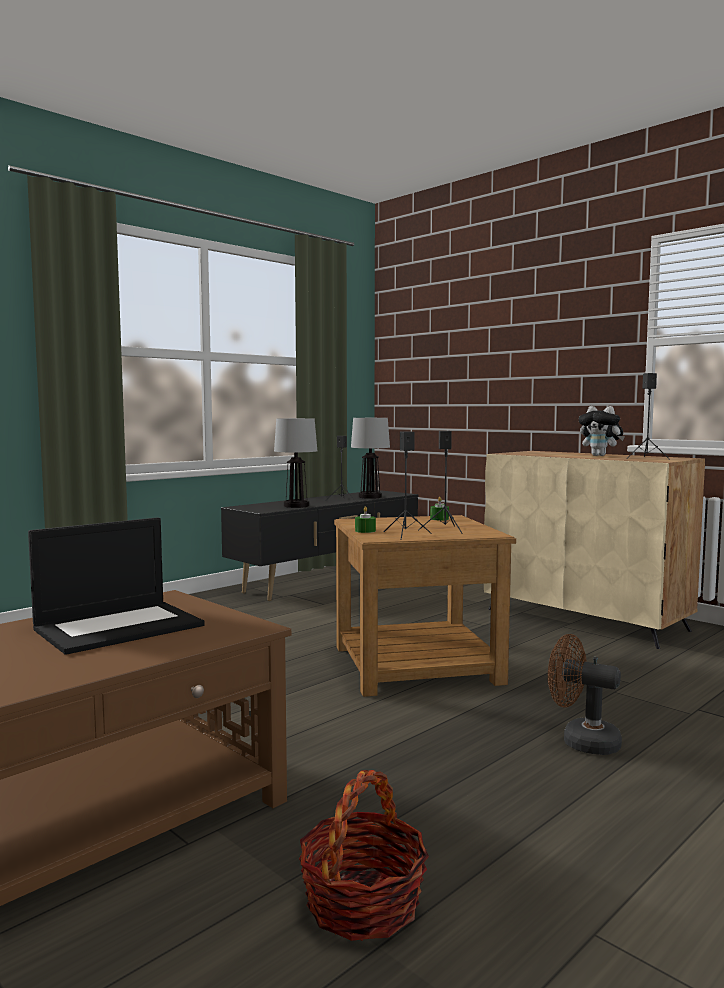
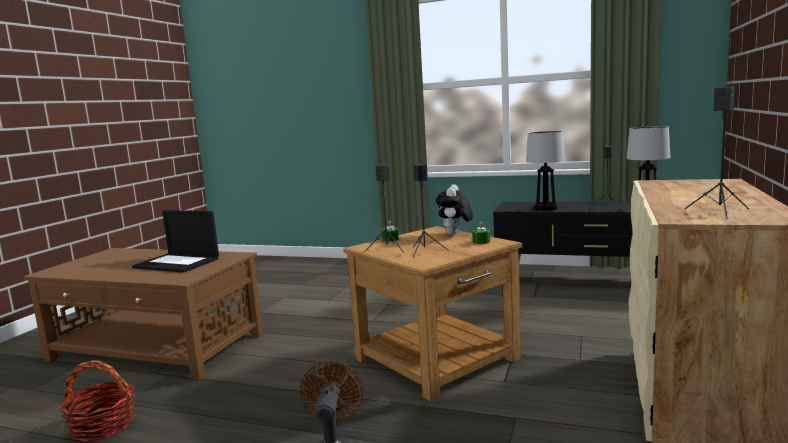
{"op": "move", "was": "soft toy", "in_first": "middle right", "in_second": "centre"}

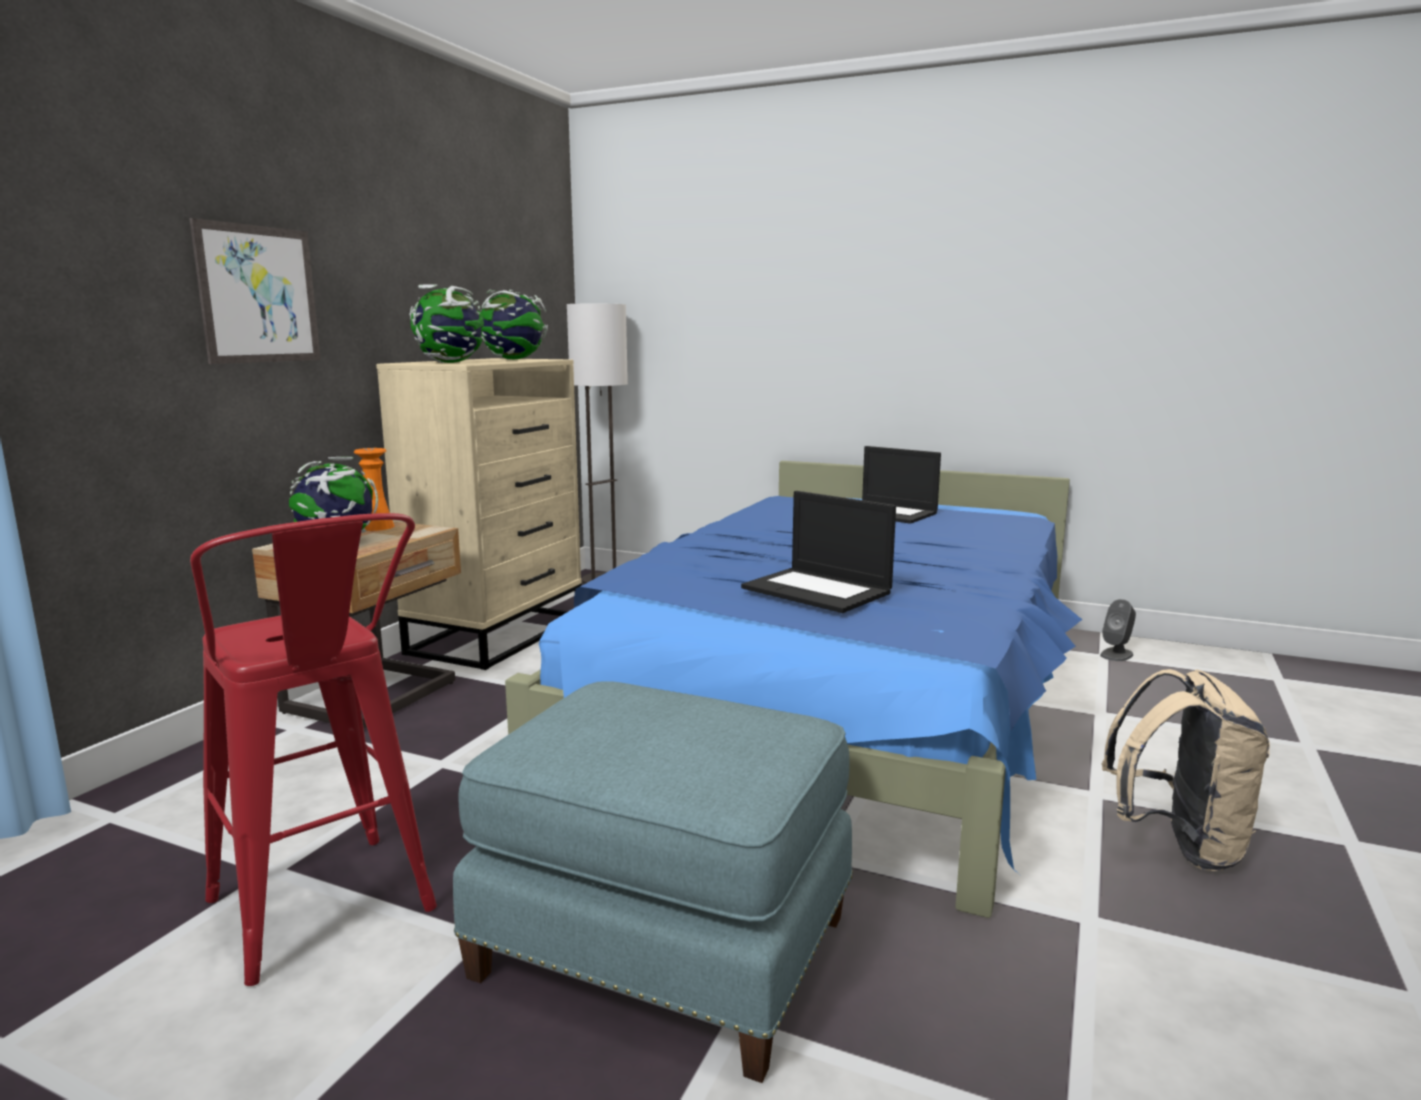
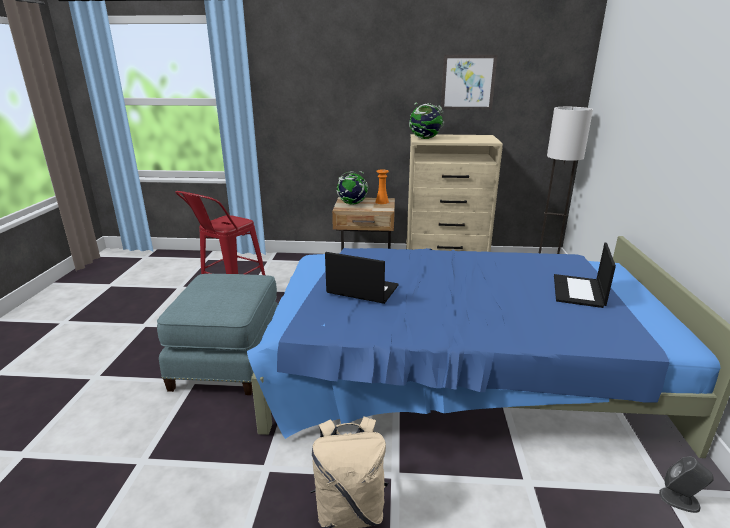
{"op": "move", "was": "picture", "in_first": "top left", "in_second": "top centre"}
{"op": "delete", "was": "world globe (3rd from left)", "in_first": "top centre"}
{"op": "rotate", "was": "notebook computer (1st from left)", "in_first": "centre", "in_second": "centre", "clockwise": 90}

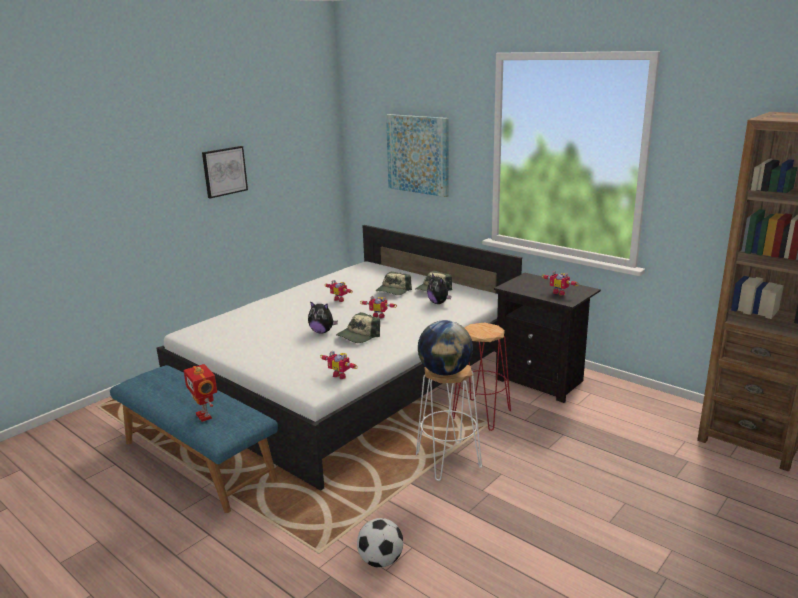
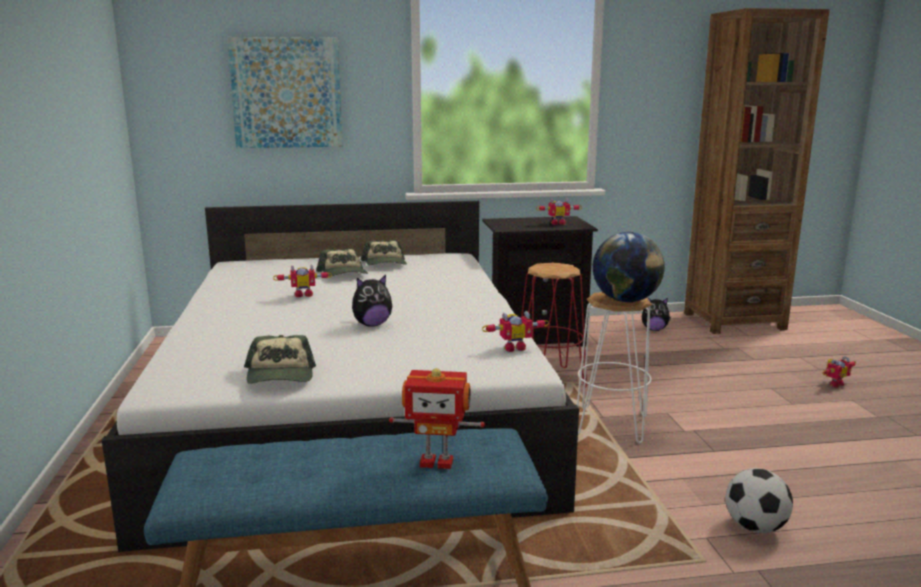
{"op": "delete", "was": "picture (1st from left)", "in_first": "top left"}
{"op": "move", "was": "baseball cap (1st from left)", "in_first": "centre", "in_second": "middle left"}
{"op": "move", "was": "robot figure (4th from left in the first image)", "now": "robot figure (5th from left)", "in_first": "centre", "in_second": "middle right"}
{"op": "move", "was": "soft toy (2nd from left)", "in_first": "centre", "in_second": "middle right"}

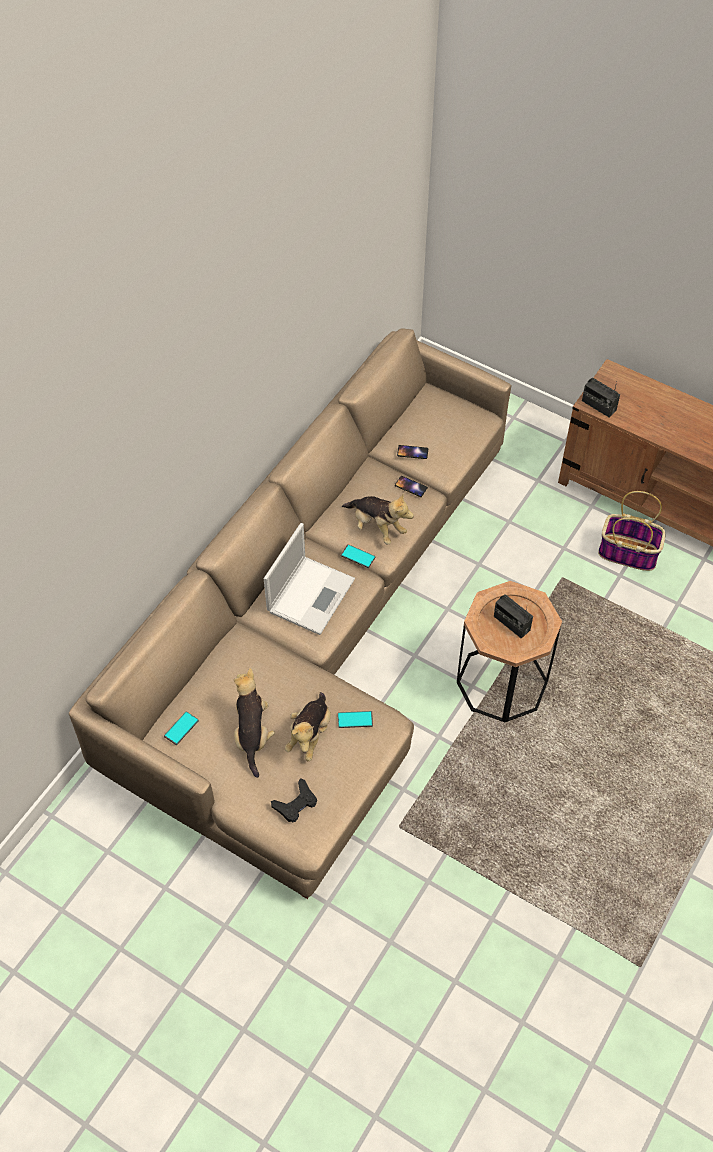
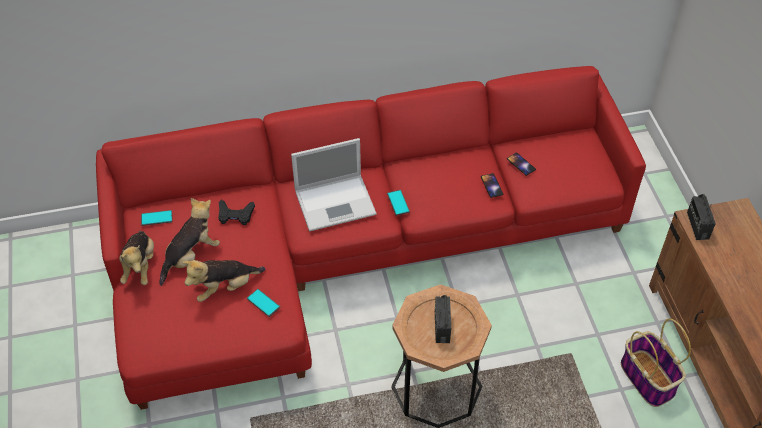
{"op": "recolor", "was": "beige couch", "now": "reddish couch", "in_first": "centre", "in_second": "centre"}
{"op": "move", "was": "black-coloured gamepad", "in_first": "bottom centre", "in_second": "middle left"}
{"op": "move", "was": "soft toy (3rd from left in the first image)", "now": "soft toy (1st from left)", "in_first": "centre", "in_second": "middle left"}

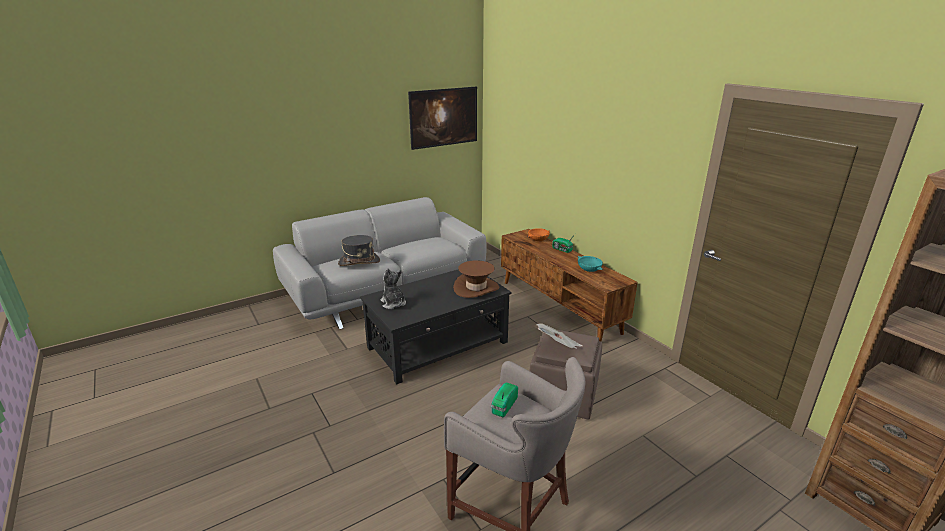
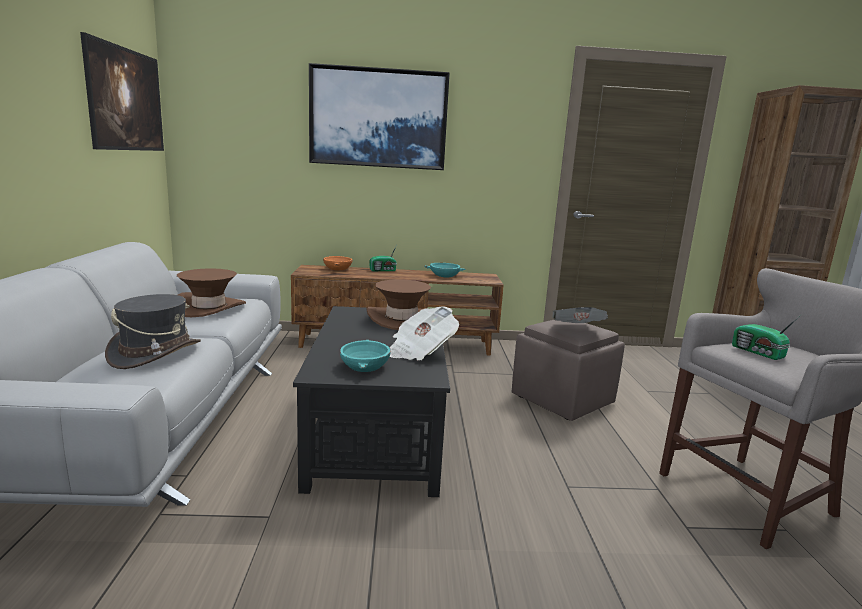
{"op": "replace", "was": "soft toy", "now": "turquoise-coloured bowl (1st from left)", "in_first": "centre", "in_second": "centre"}
{"op": "insert", "now": "brown clothing hat (1st from left)", "in_second": "middle left"}
{"op": "insert", "now": "picture (2nd from left)", "in_second": "top centre"}
{"op": "insert", "now": "newspaper (1st from left)", "in_second": "centre"}

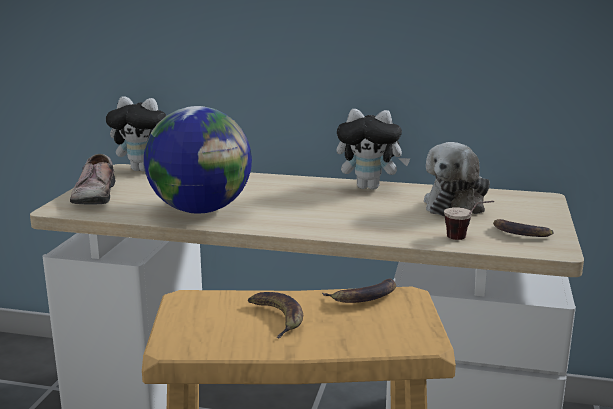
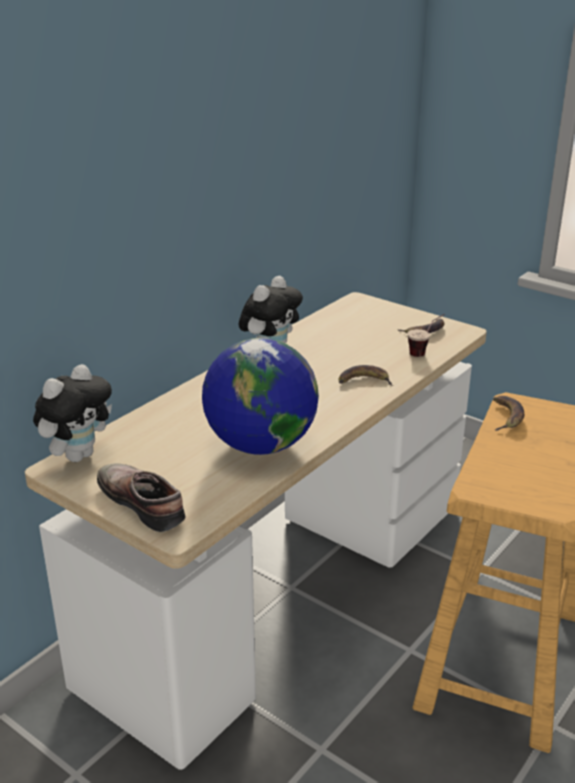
{"op": "rotate", "was": "item of footwear", "in_first": "middle left", "in_second": "middle left", "clockwise": -150}
{"op": "move", "was": "banana (1st from left)", "in_first": "bottom centre", "in_second": "centre"}
{"op": "delete", "was": "soft toy (3rd from left)", "in_first": "middle right"}

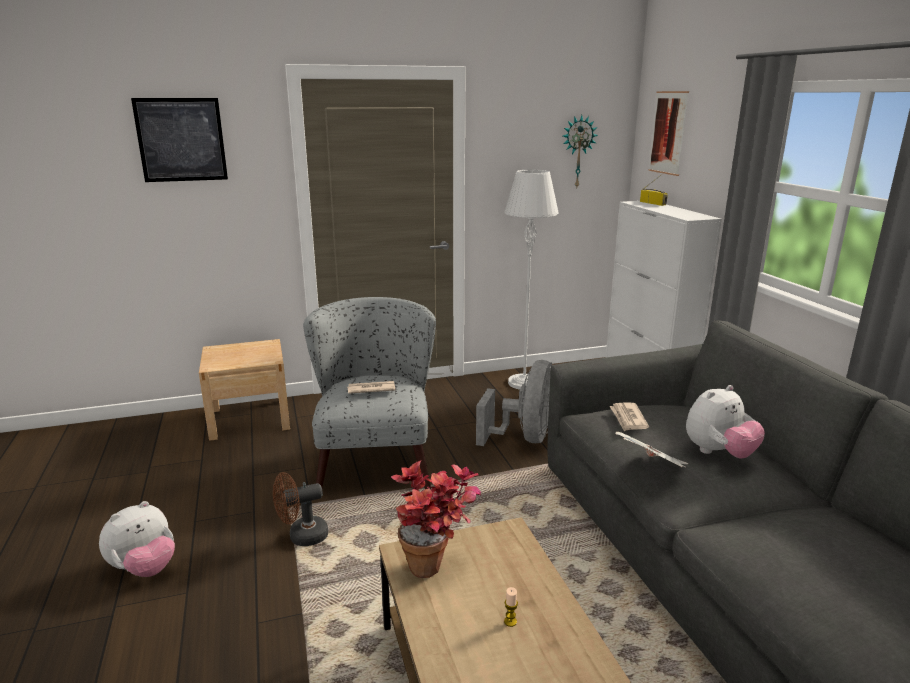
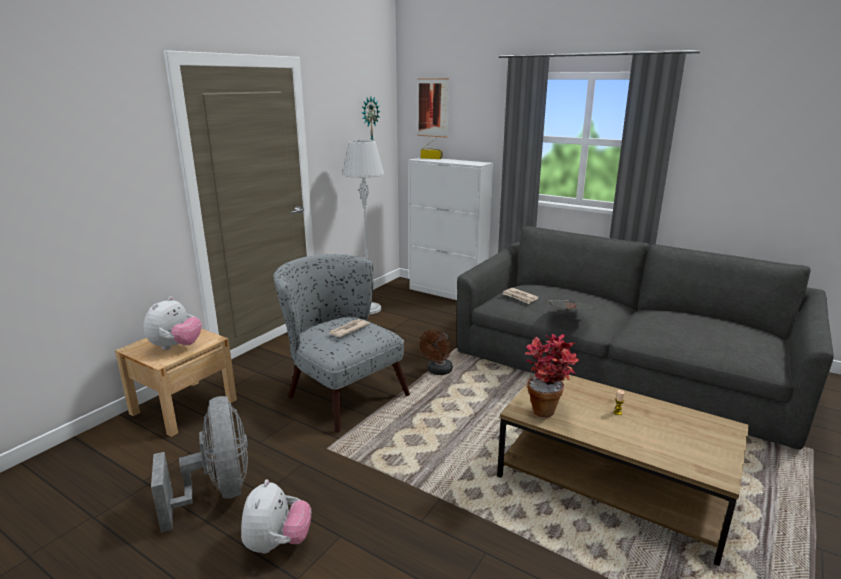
{"op": "delete", "was": "picture (1st from left)", "in_first": "top left"}
{"op": "move", "was": "brown electric fan", "in_first": "bottom left", "in_second": "centre"}
{"op": "move", "was": "grey electric fan", "in_first": "centre", "in_second": "bottom left"}
{"op": "move", "was": "soft toy (2nd from left in the first image)", "now": "soft toy (1st from left)", "in_first": "middle right", "in_second": "middle left"}

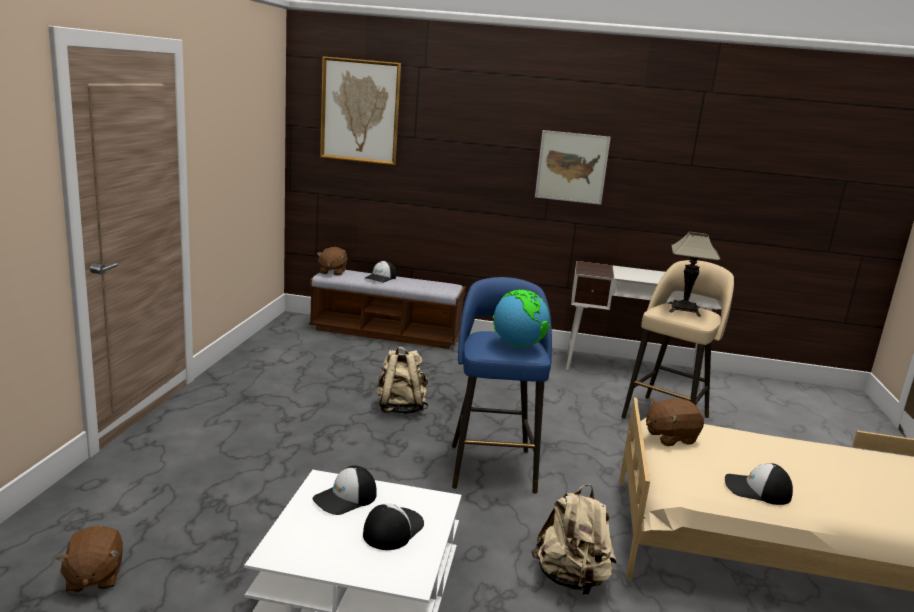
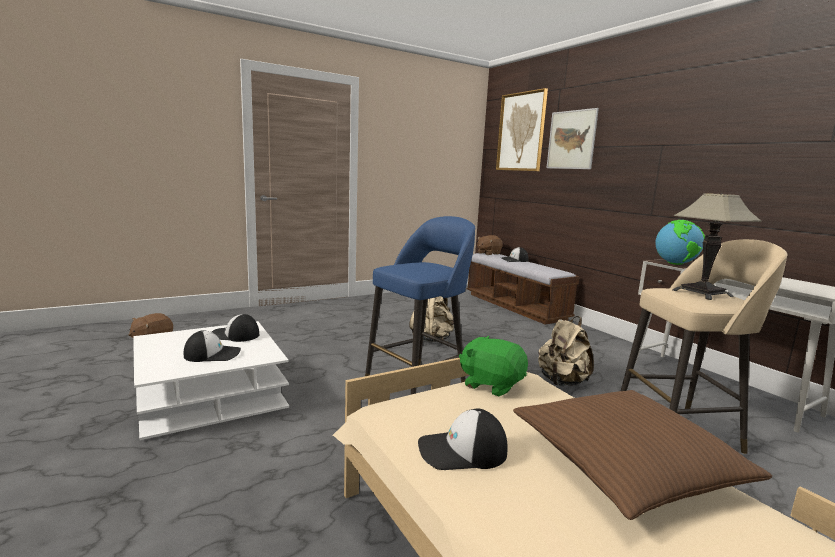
{"op": "move", "was": "world globe", "in_first": "centre", "in_second": "middle right"}
{"op": "move", "was": "beige backpack (2nd from left)", "in_first": "bottom centre", "in_second": "middle right"}
{"op": "move", "was": "picture (2nd from left)", "in_first": "top centre", "in_second": "top right"}
{"op": "recolor", "was": "brown soft toy (3rd from left)", "now": "greenish soft toy", "in_first": "bottom right", "in_second": "centre"}
{"op": "rotate", "was": "baseball cap (4th from left in the first image)", "in_first": "bottom right", "in_second": "bottom centre", "clockwise": -75}
{"op": "insert", "now": "brown throw pillow", "in_second": "bottom right"}

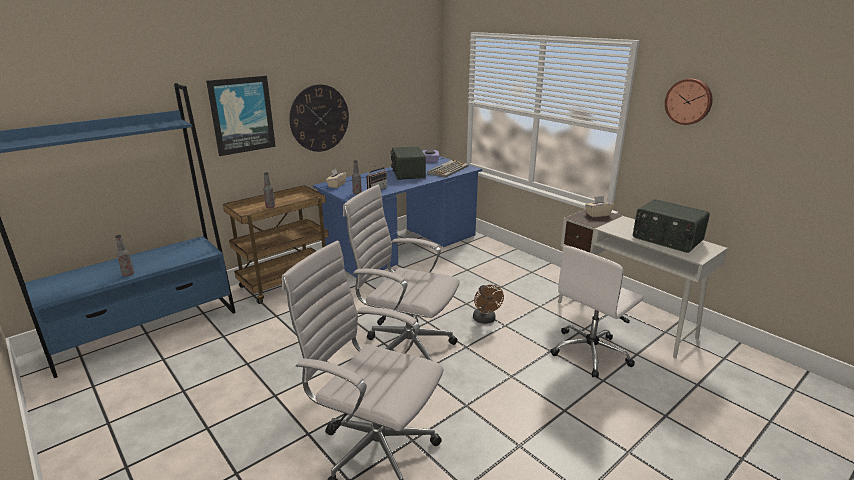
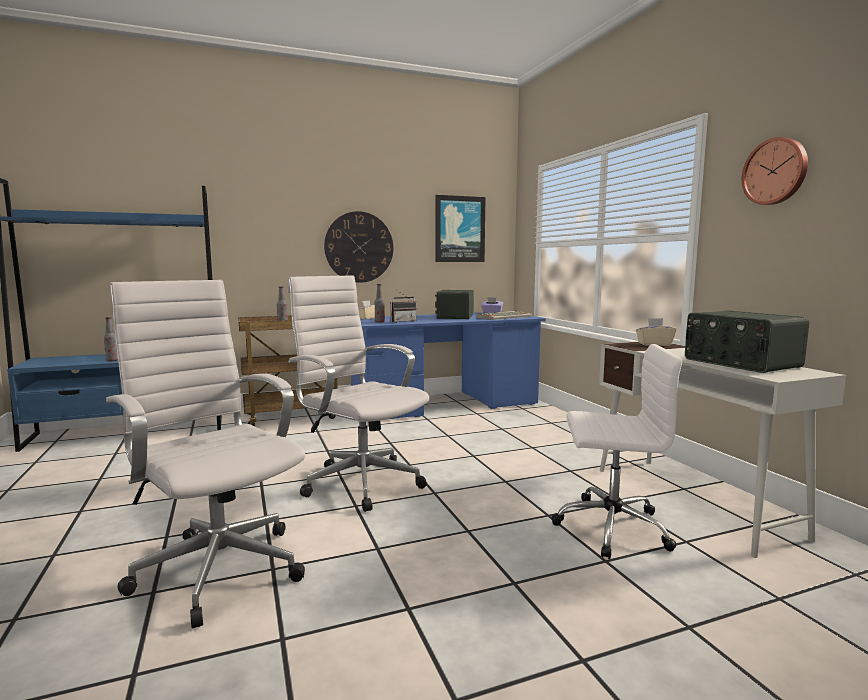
{"op": "move", "was": "picture", "in_first": "top left", "in_second": "top centre"}
{"op": "delete", "was": "brown electric fan", "in_first": "centre"}
{"op": "rotate", "was": "white desk chair (3rd from left)", "in_first": "middle right", "in_second": "middle right", "clockwise": -150}

